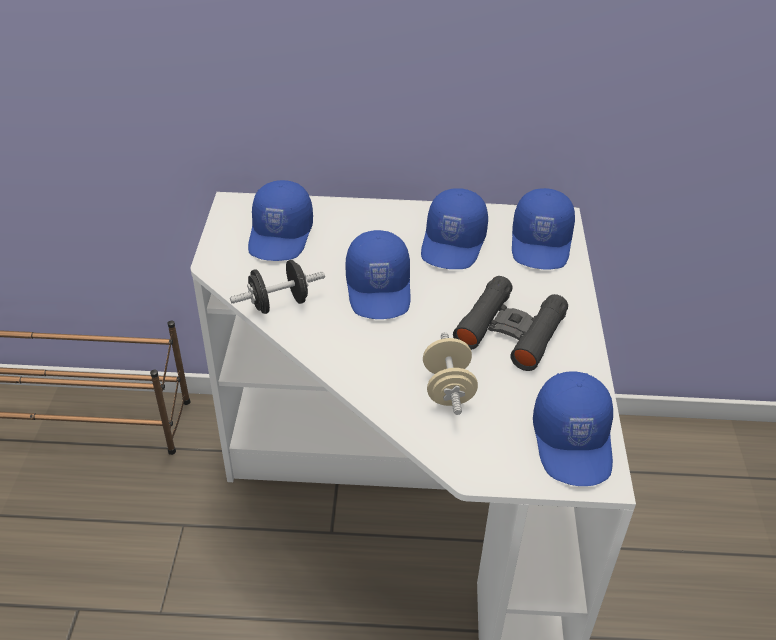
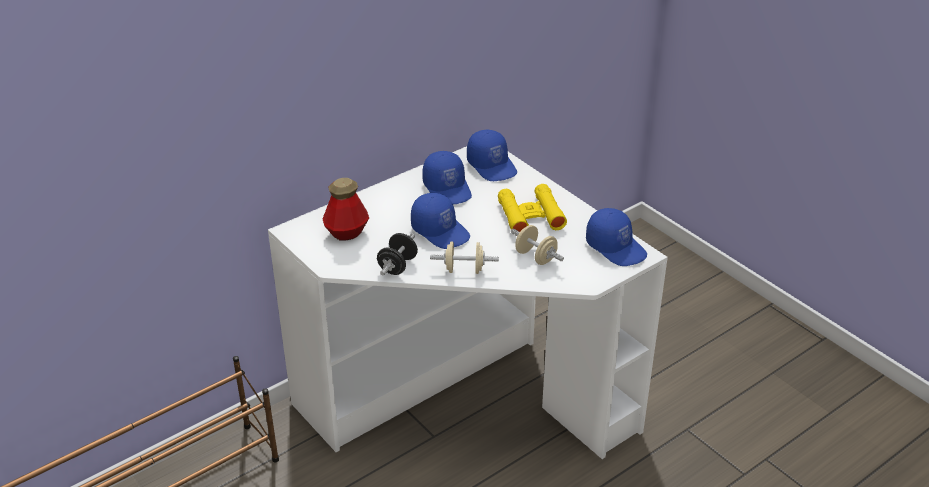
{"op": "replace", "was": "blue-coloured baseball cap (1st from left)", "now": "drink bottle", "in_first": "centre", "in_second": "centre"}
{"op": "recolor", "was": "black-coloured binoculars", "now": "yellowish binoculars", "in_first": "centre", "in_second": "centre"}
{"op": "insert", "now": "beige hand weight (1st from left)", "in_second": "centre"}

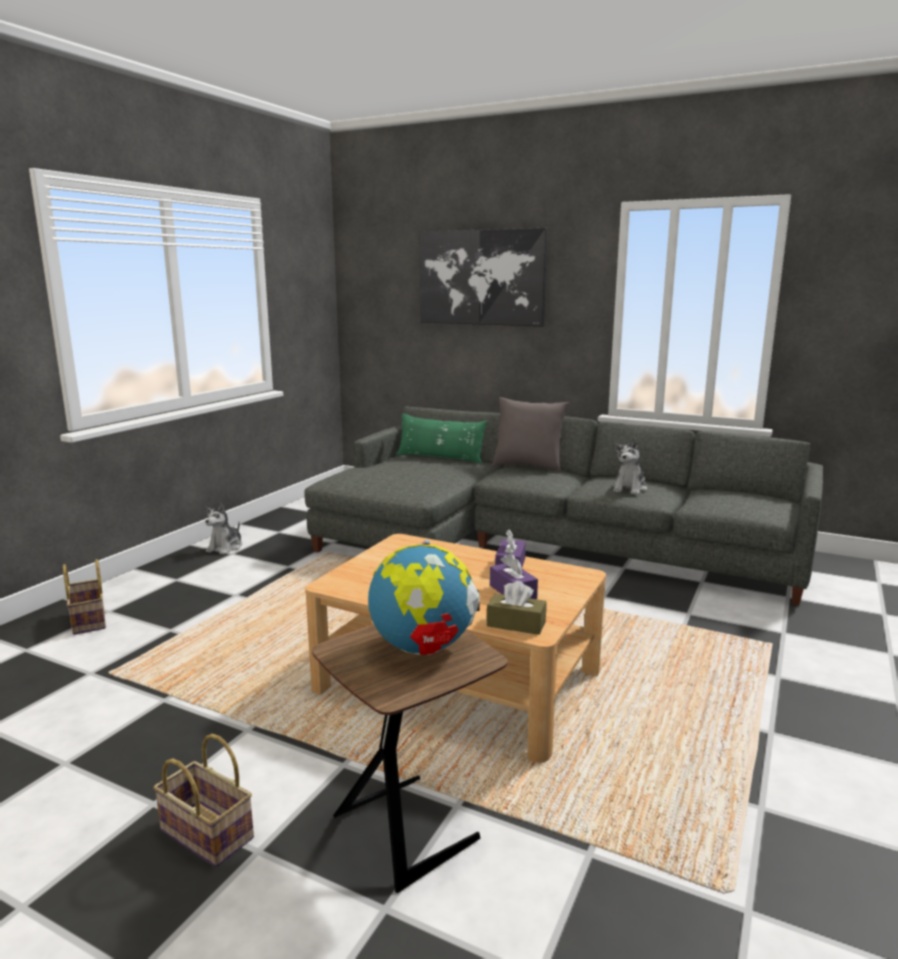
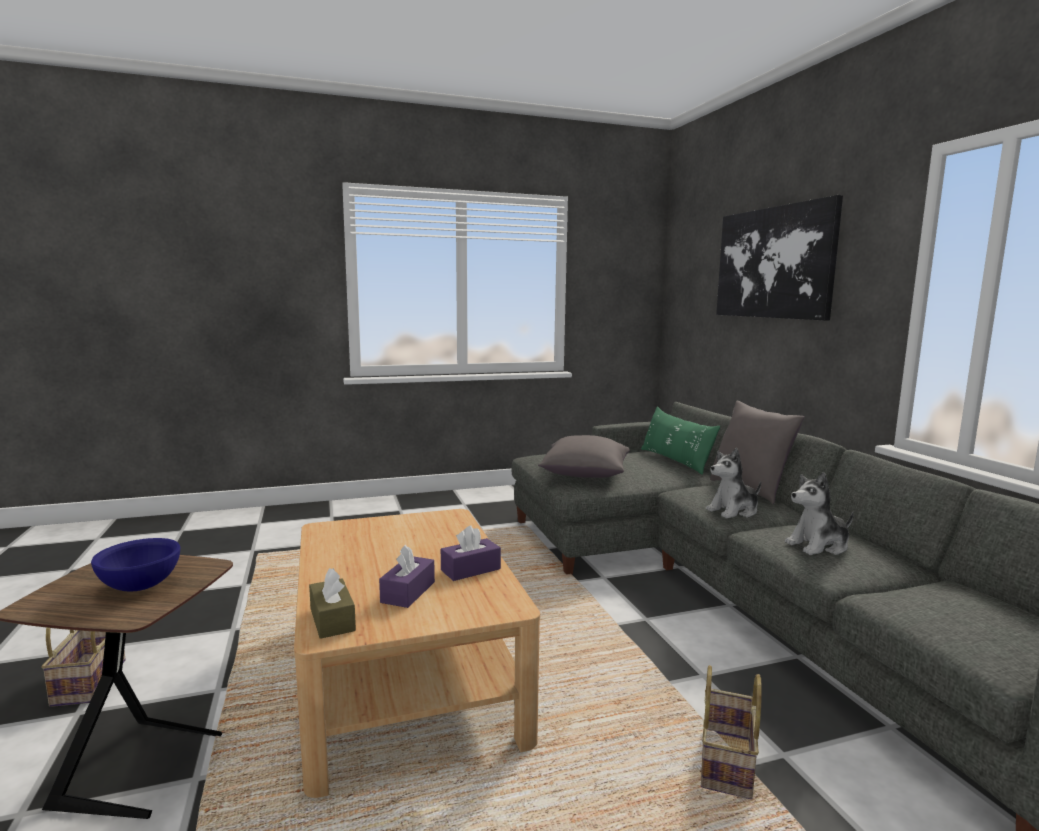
{"op": "move", "was": "basket (1st from left in the first image)", "now": "basket (2nd from left)", "in_first": "middle left", "in_second": "bottom right"}
{"op": "move", "was": "soft toy (1st from left)", "in_first": "middle left", "in_second": "middle right"}
{"op": "replace", "was": "world globe", "now": "blue-coloured bowl", "in_first": "centre", "in_second": "bottom left"}
{"op": "insert", "now": "grey throw pillow (1st from left)", "in_second": "centre"}

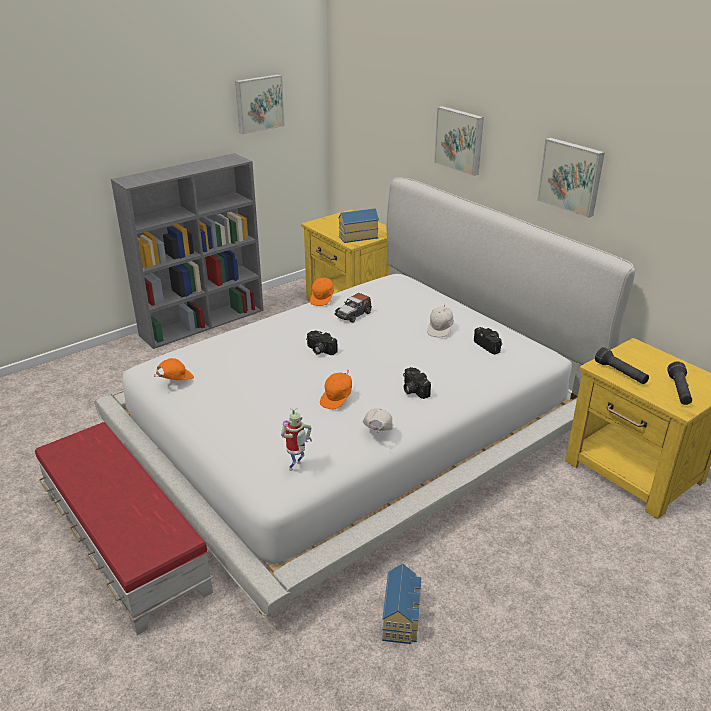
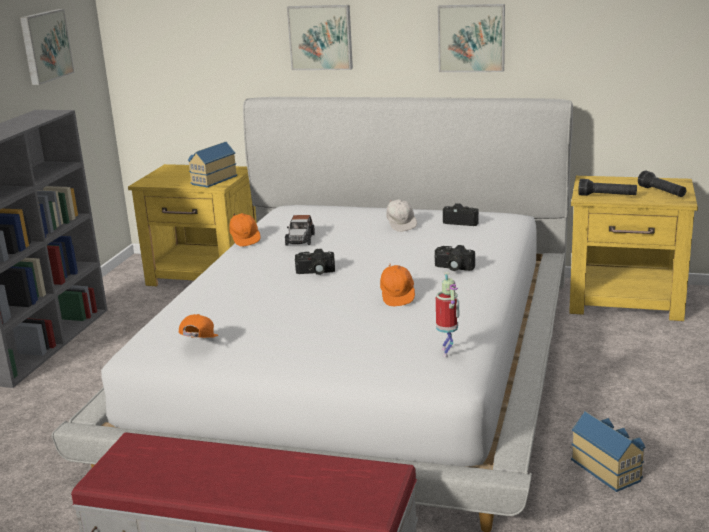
{"op": "delete", "was": "white baseball cap (1st from left)", "in_first": "centre"}

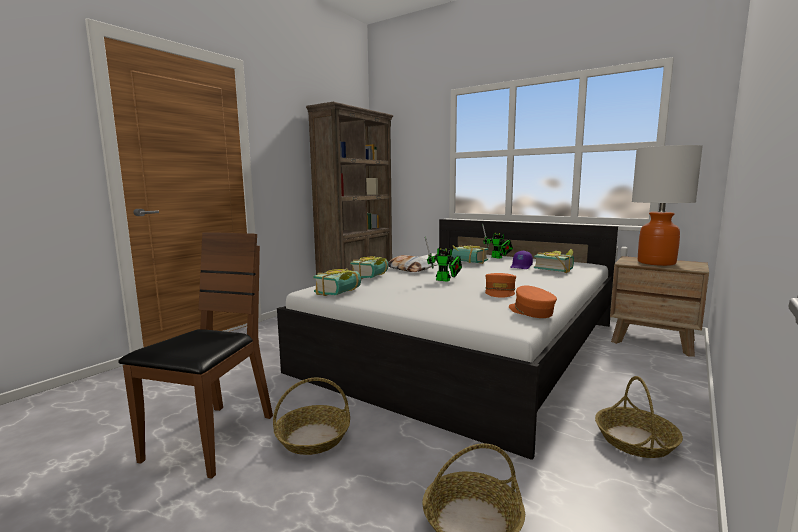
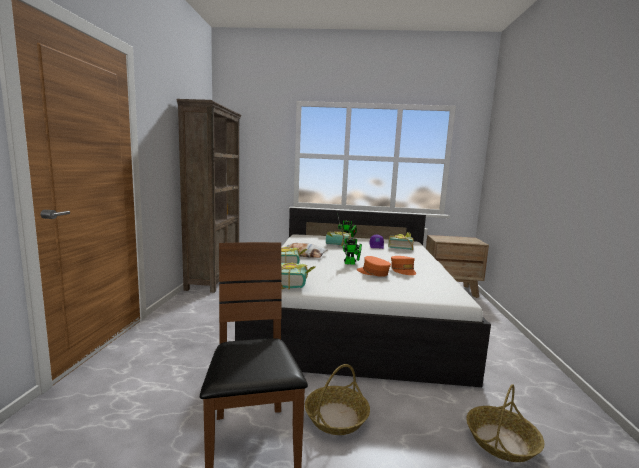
{"op": "move", "was": "orangey baseball cap (2nd from left in the first image)", "now": "orangey baseball cap (1st from left)", "in_first": "middle right", "in_second": "centre"}
{"op": "delete", "was": "basket (3rd from left)", "in_first": "bottom right"}
{"op": "delete", "was": "table lamp", "in_first": "middle right"}

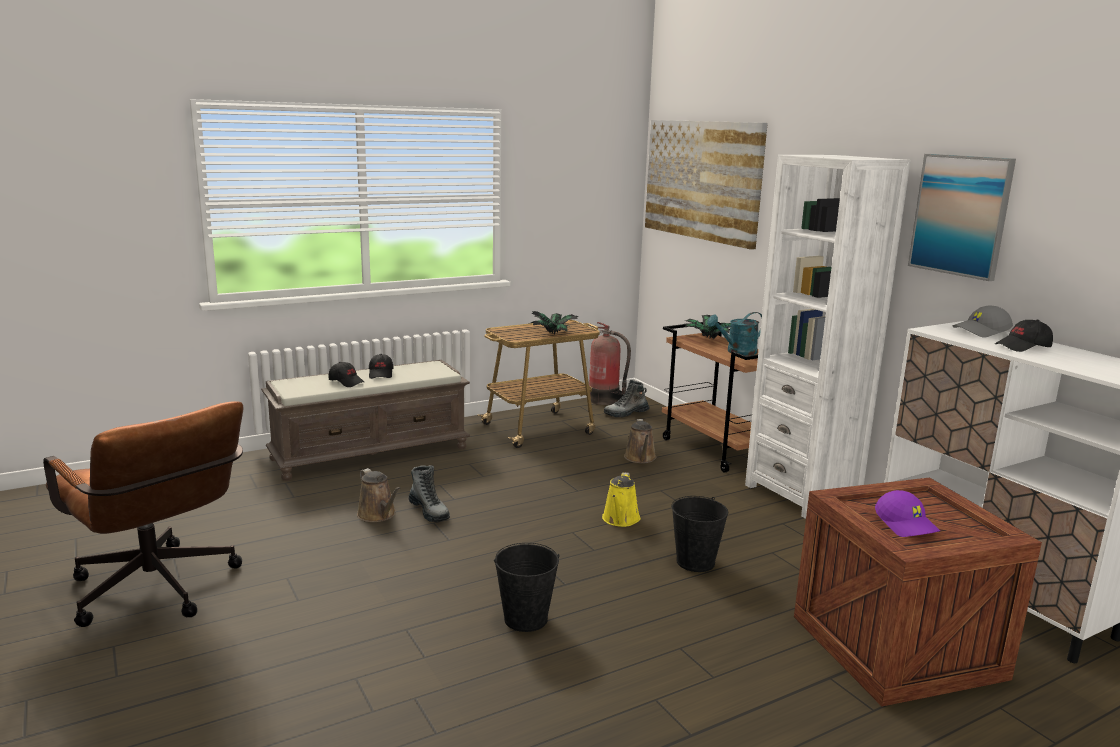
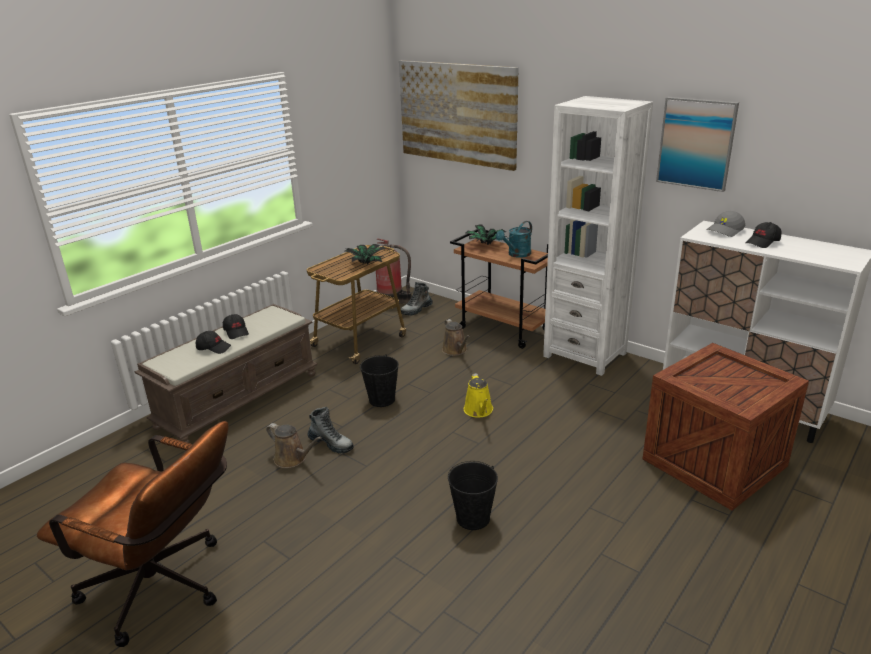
{"op": "move", "was": "black-coloured bucket (2nd from left in the first image)", "now": "black-coloured bucket (1st from left)", "in_first": "bottom centre", "in_second": "centre"}
{"op": "delete", "was": "purplish baseball cap", "in_first": "bottom right"}

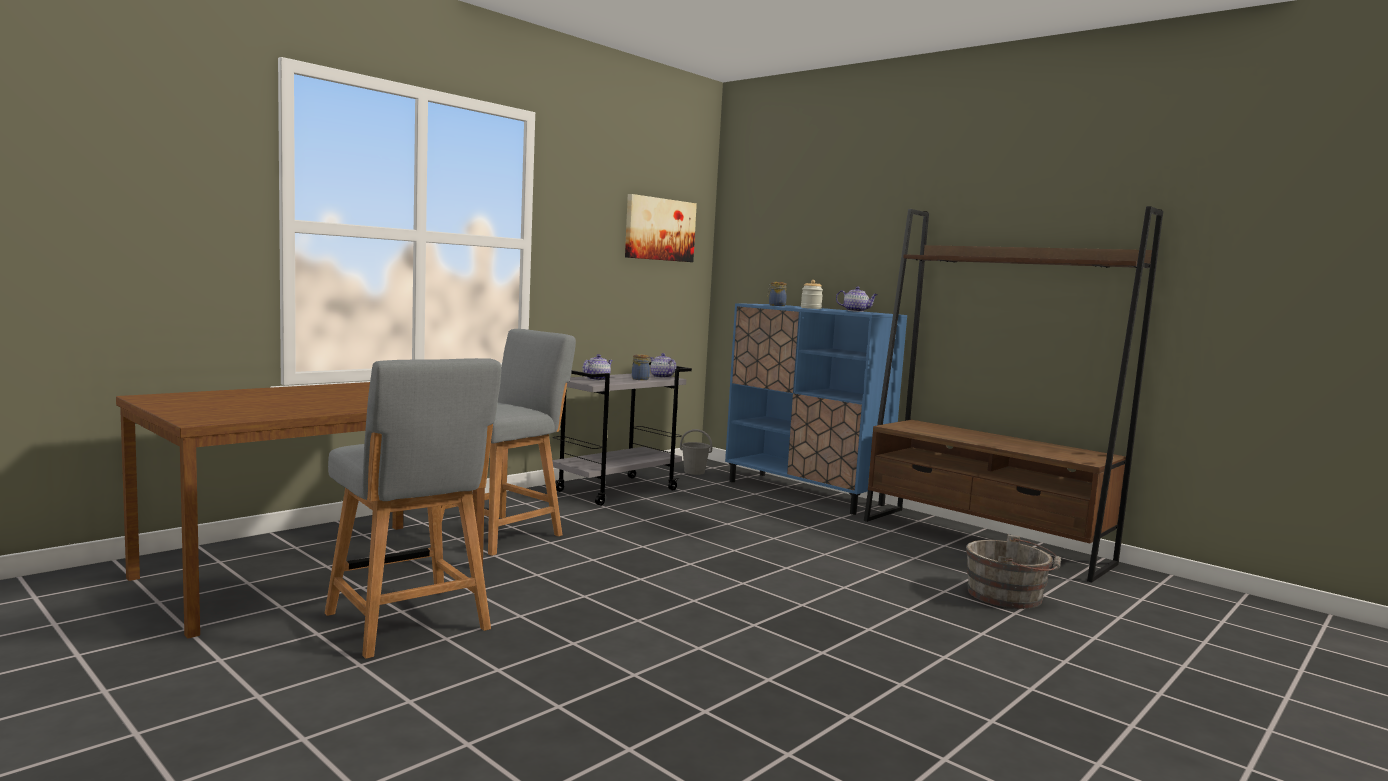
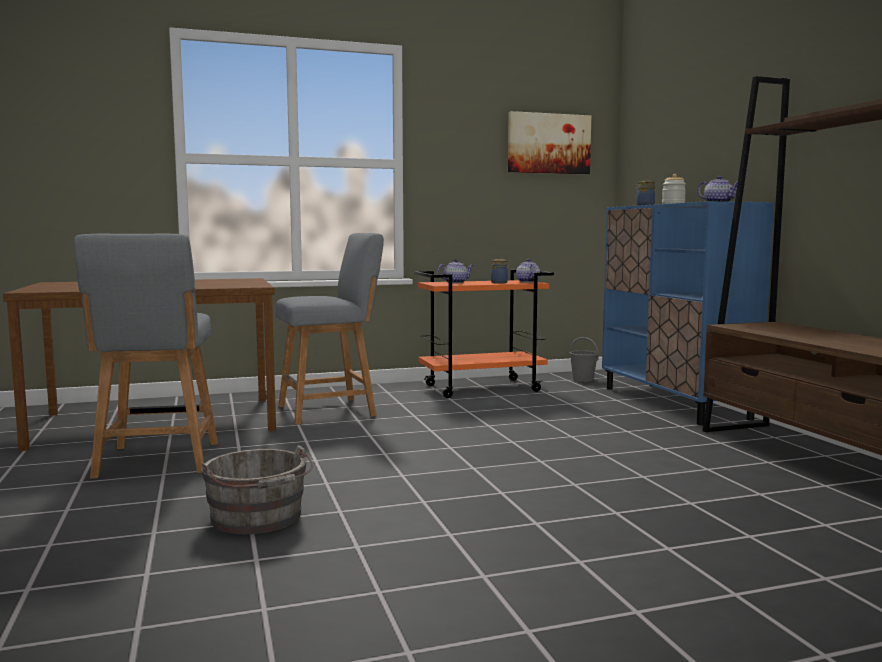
{"op": "recolor", "was": "grey cart", "now": "orangey cart", "in_first": "centre", "in_second": "centre"}
{"op": "move", "was": "grey bucket (2nd from left in the first image)", "now": "grey bucket (1st from left)", "in_first": "bottom right", "in_second": "bottom left"}

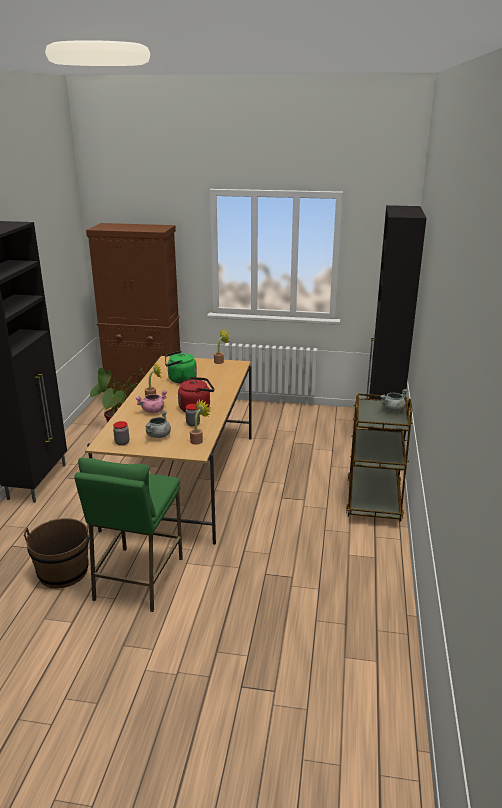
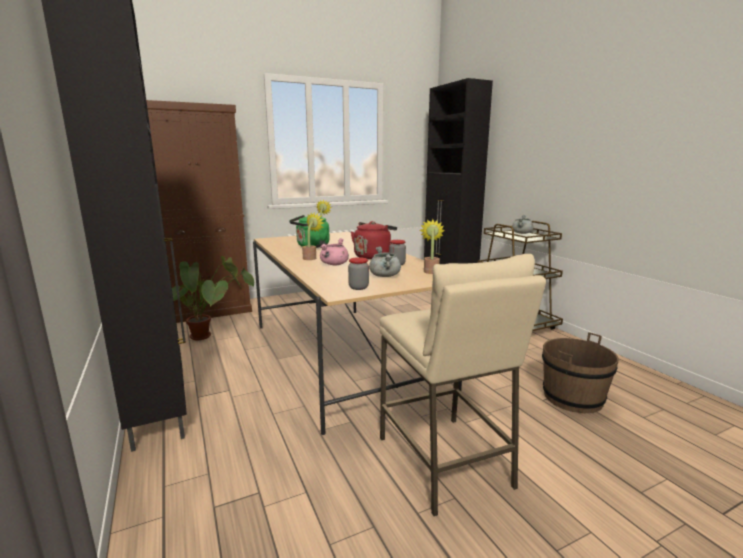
{"op": "move", "was": "brown bucket", "in_first": "bottom left", "in_second": "bottom right"}
{"op": "recolor", "was": "greenish stool seat", "now": "beige stool seat", "in_first": "middle left", "in_second": "bottom centre"}

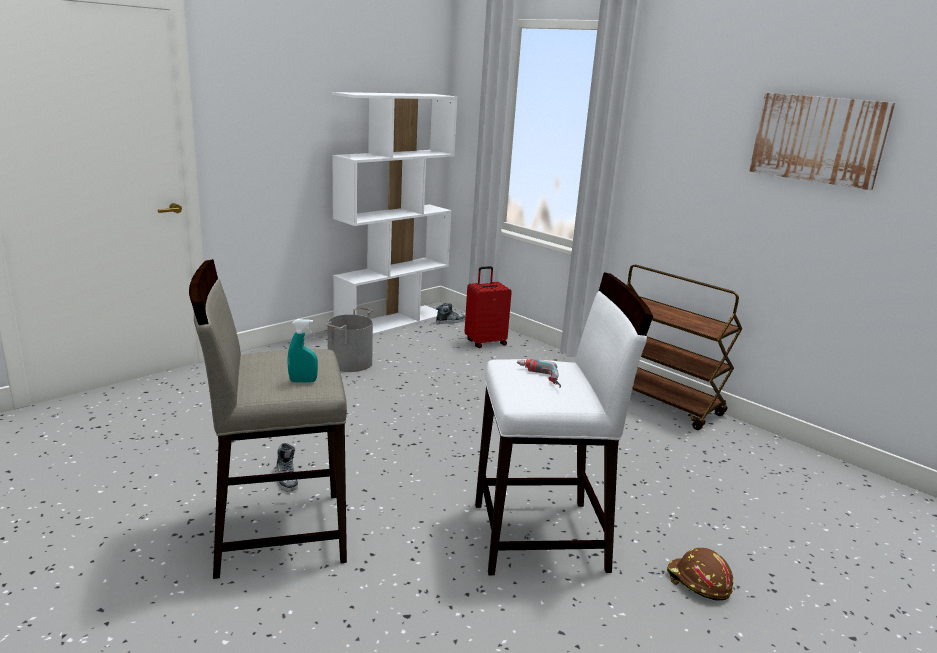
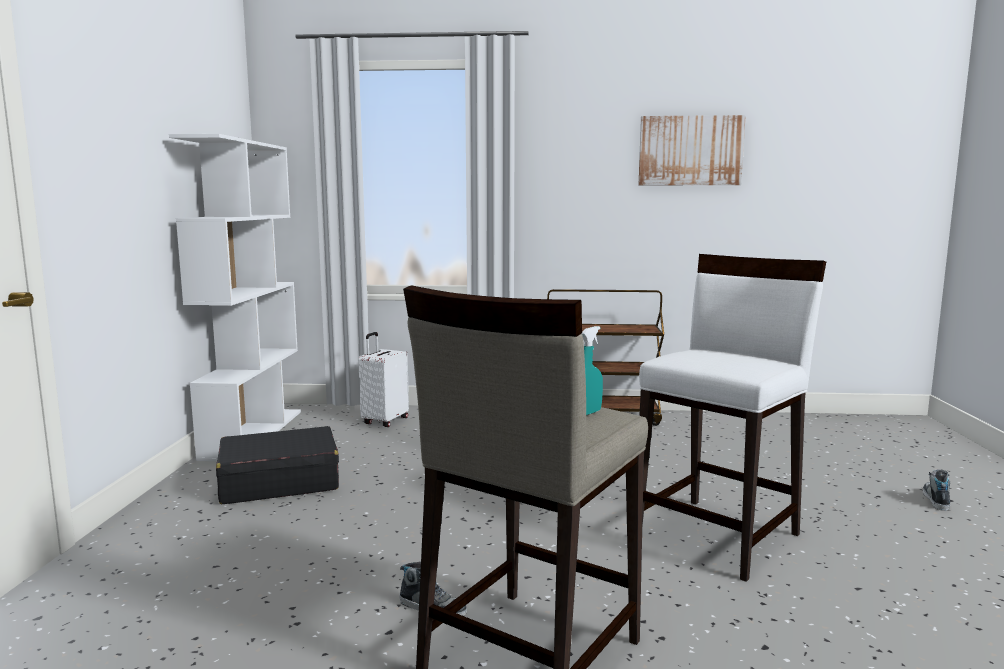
{"op": "replace", "was": "grey bucket", "now": "black-coloured piece of luggage", "in_first": "centre", "in_second": "bottom left"}
{"op": "move", "was": "item of footwear (2nd from left)", "in_first": "centre", "in_second": "bottom right"}
{"op": "recolor", "was": "reddish piece of luggage", "now": "white piece of luggage", "in_first": "centre", "in_second": "centre"}
{"op": "delete", "was": "power drill", "in_first": "centre"}
{"op": "delete", "was": "brown hard hat", "in_first": "bottom right"}

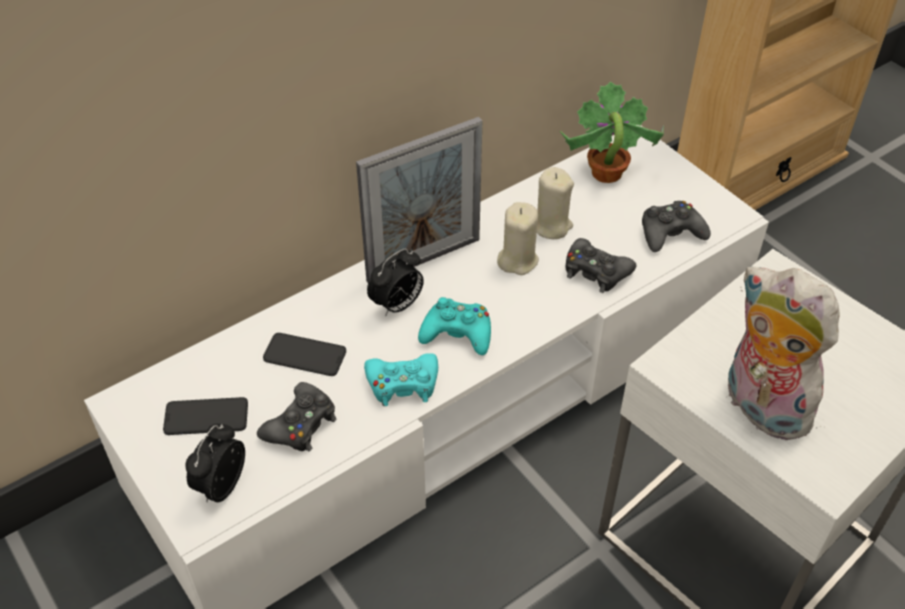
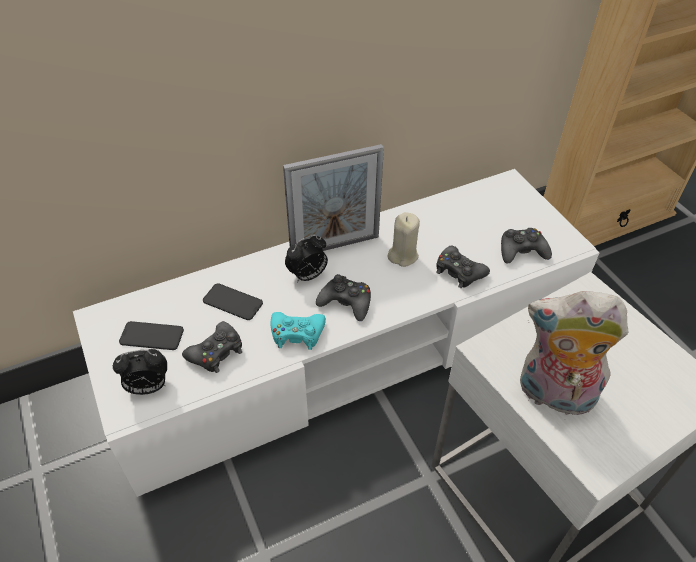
{"op": "rotate", "was": "bedside clock (1st from left)", "in_first": "bottom left", "in_second": "middle left", "clockwise": -135}
{"op": "recolor", "was": "turquoise-coloured gamepad (2nd from left)", "now": "black-coloured gamepad (2nd from left)", "in_first": "centre", "in_second": "centre"}
{"op": "delete", "was": "beige wax candle (2nd from left)", "in_first": "centre"}
{"op": "delete", "was": "potted plant", "in_first": "top right"}
{"op": "rotate", "was": "soft toy", "in_first": "middle right", "in_second": "middle right", "clockwise": -45}

